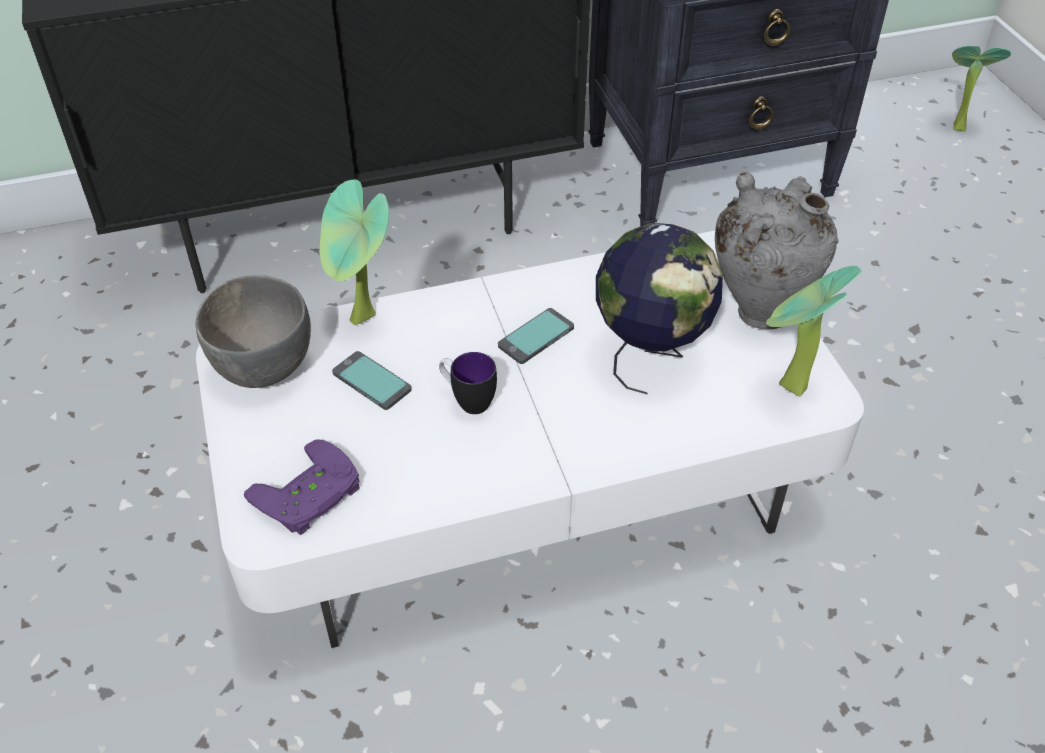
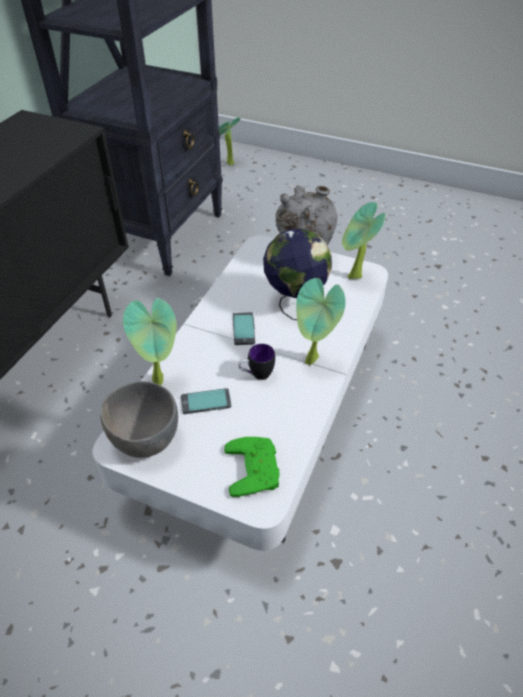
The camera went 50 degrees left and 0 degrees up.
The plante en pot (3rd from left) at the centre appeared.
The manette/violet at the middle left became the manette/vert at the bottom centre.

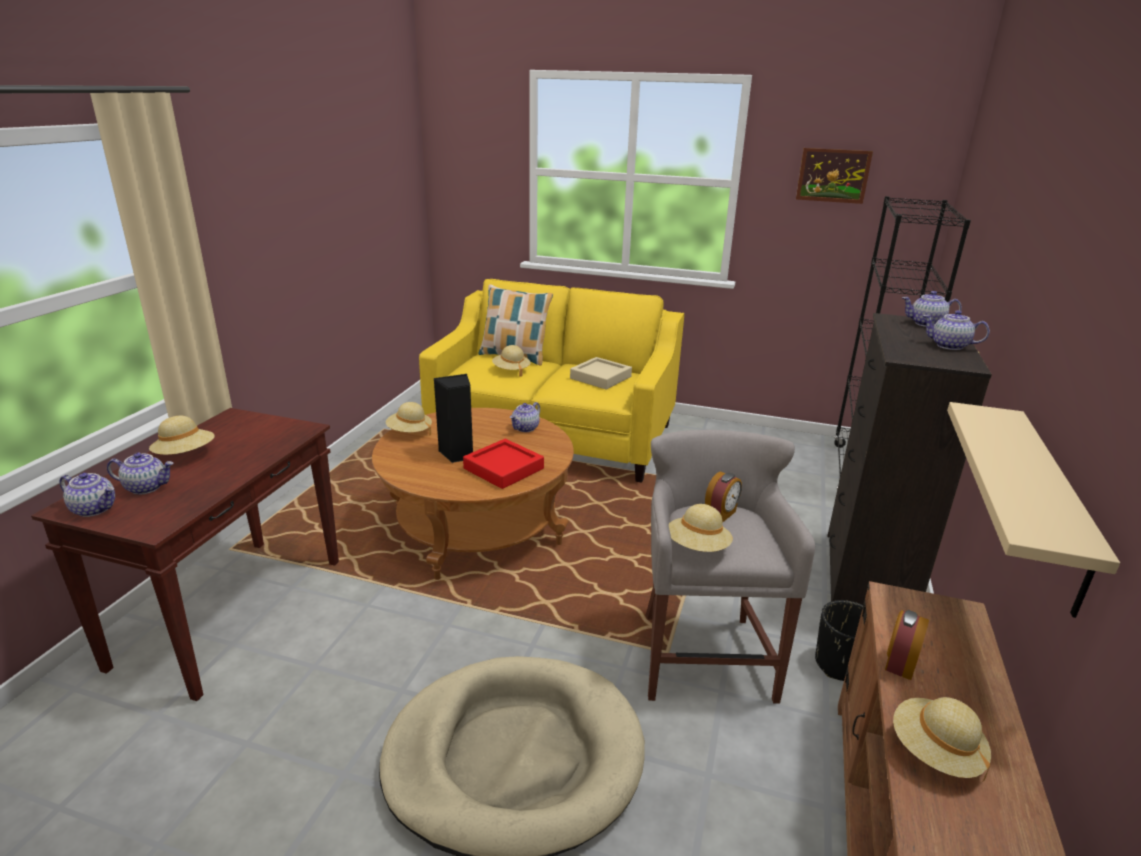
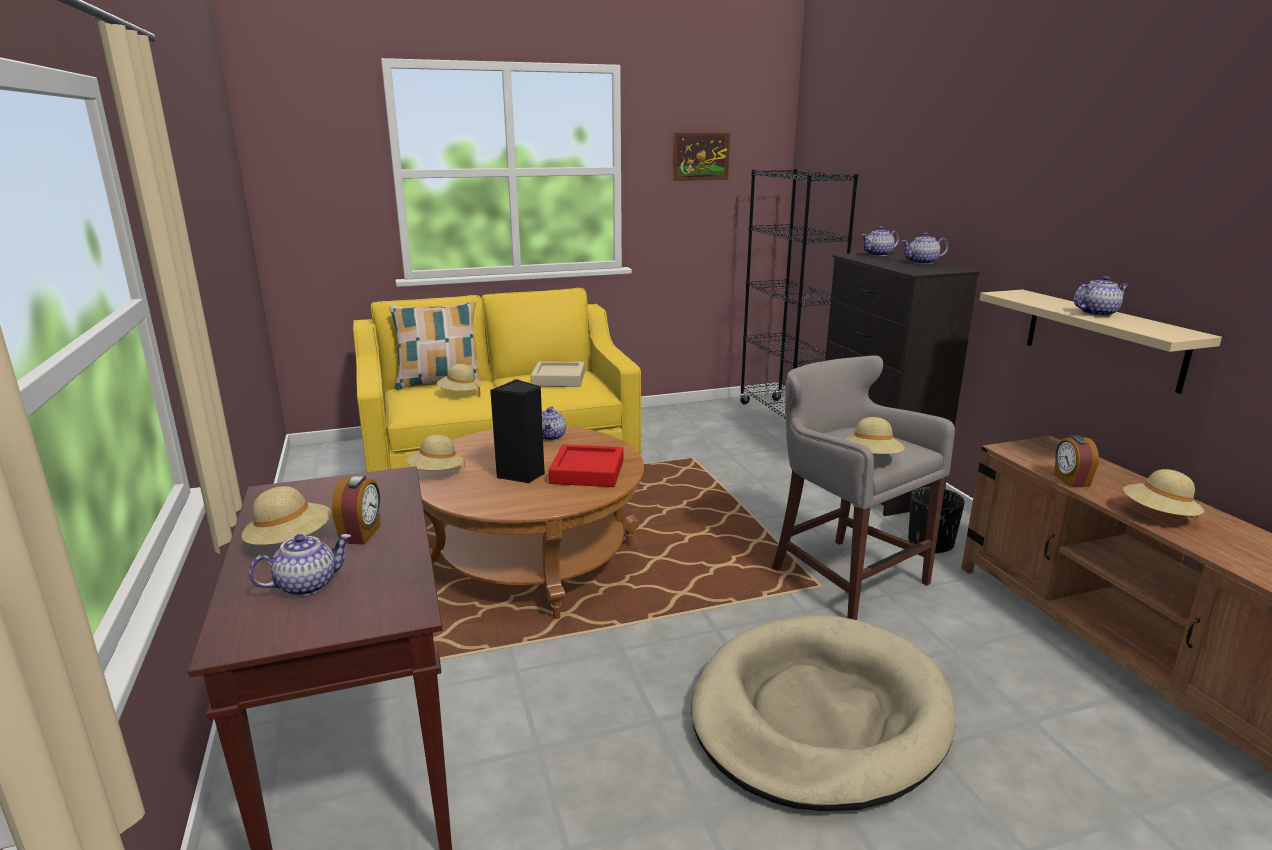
The camera went 35 degrees left and 5 degrees down.
The théière (1st from left in the first image) moved from the middle left to the middle right.
The réveil (1st from left) moved from the centre to the middle left.

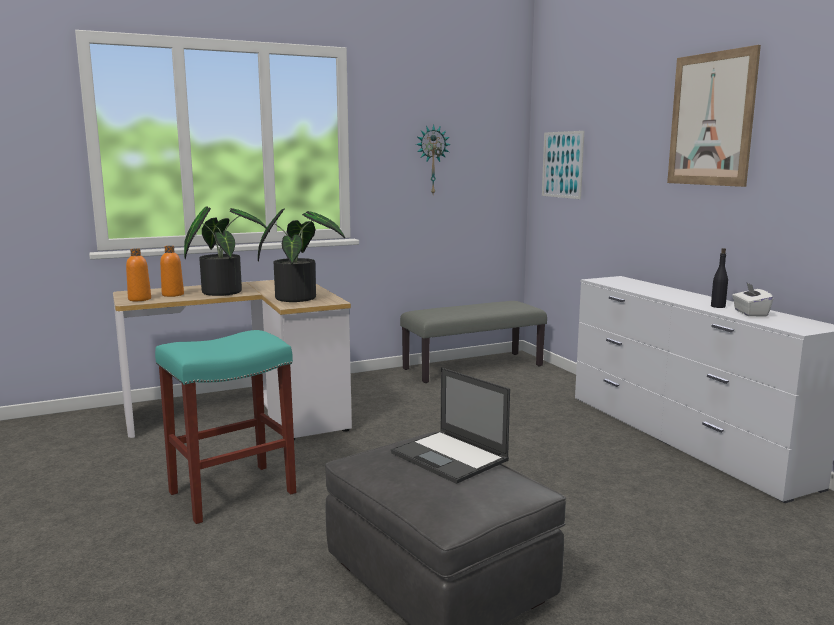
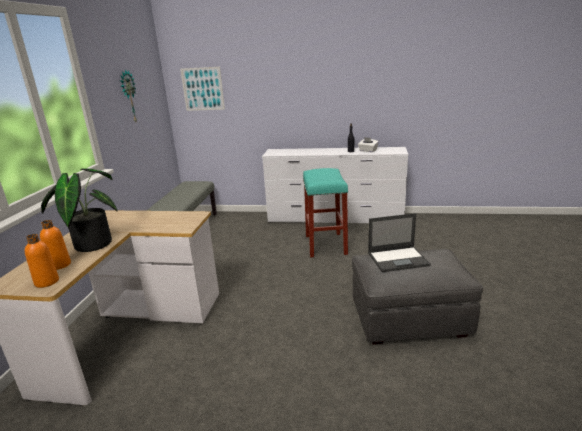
The camera went 55 degrees left and 10 degrees up.
The plante en pot (2nd from left) at the centre disappeared.
The tableau (2nd from left) at the top right disappeared.
The tabouret/turquoise moved from the bottom left to the centre.

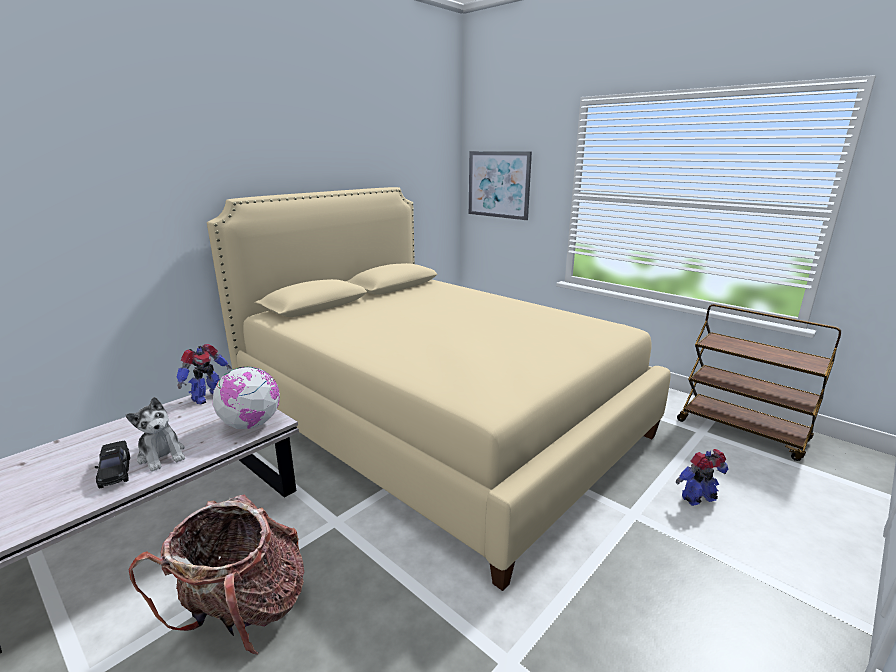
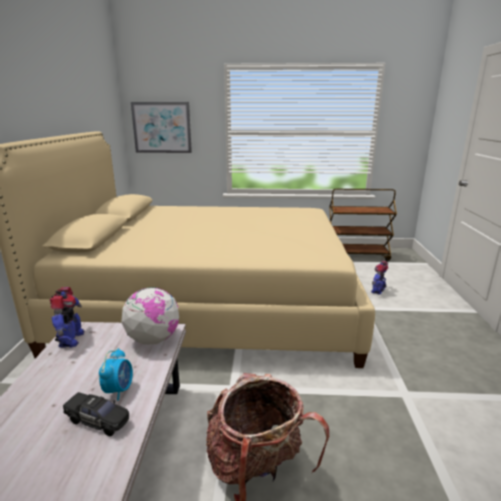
The camera went 40 degrees left and 0 degrees up.
The peluche at the middle left was replaced by the réveil at the bottom left.

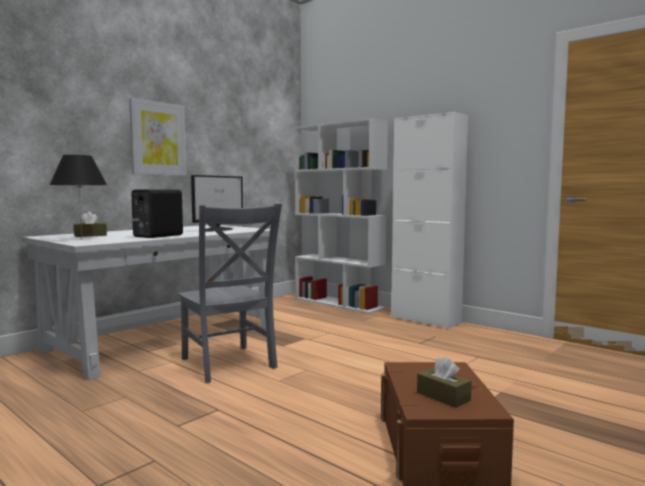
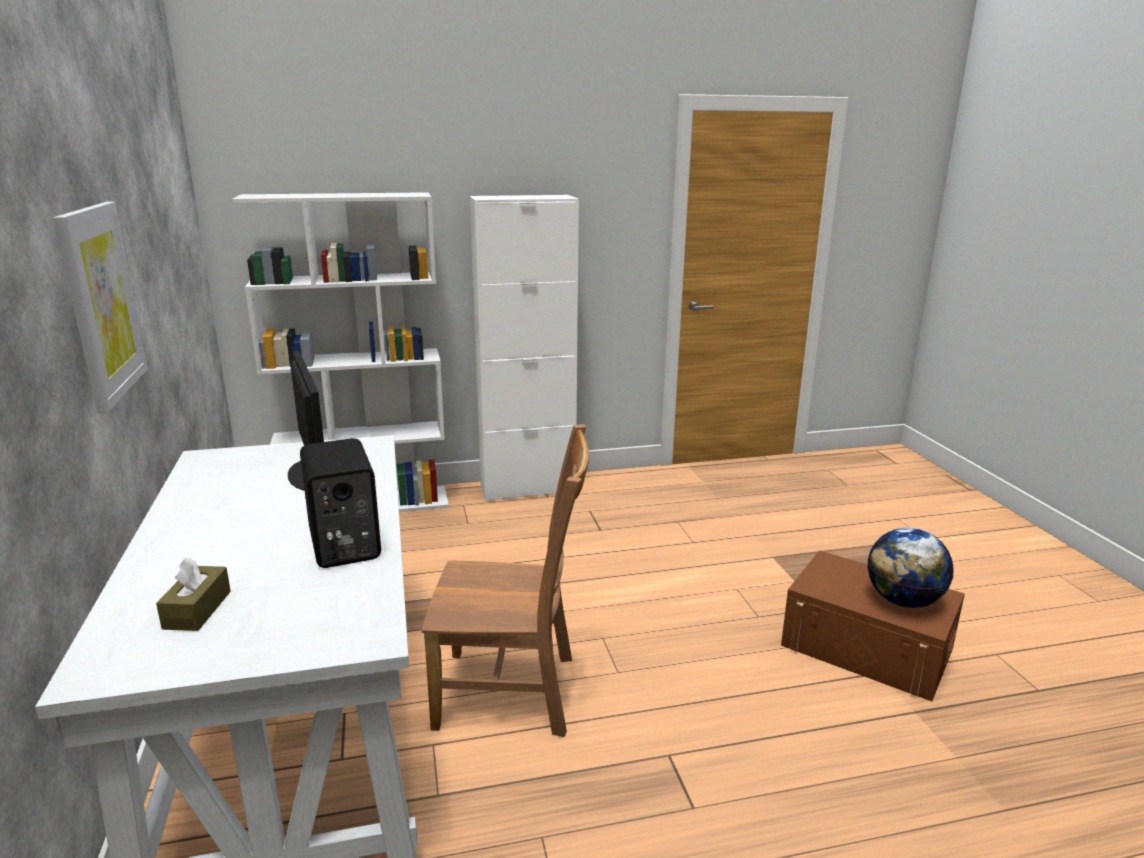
The camera went 55 degrees left and 15 degrees up.
The lampe de table/noir at the middle left disappeared.
The boîte à mouchoirs/marron (2nd from left) at the bottom right was replaced by the globe at the middle right.
The chaise/gris at the centre became the chaise/marron at the bottom centre.

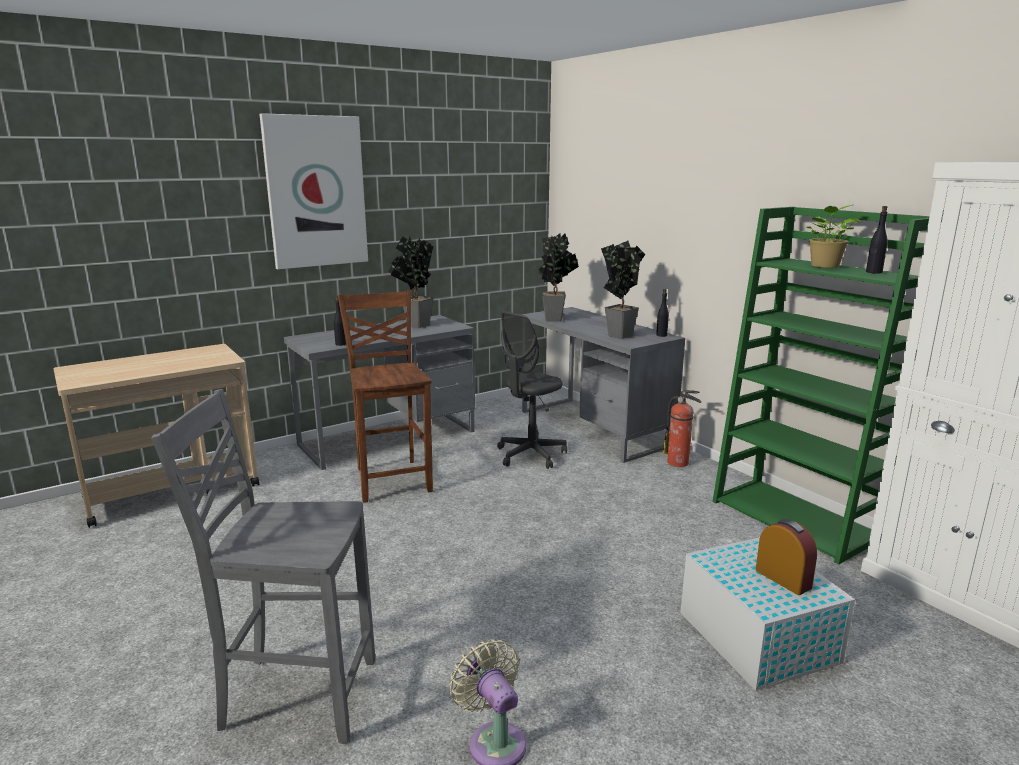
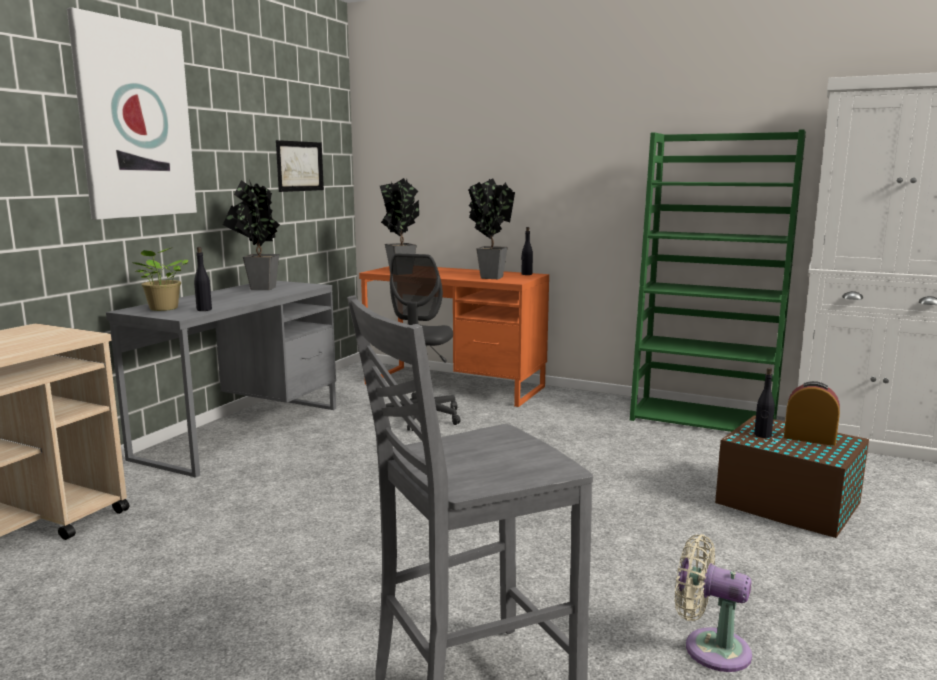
The camera went 30 degrees left and 5 degrees down.
The chaise/marron at the centre disappeared.
The extincteur at the middle right disappeared.
The tableau (2nd from left) at the top left appeared.
The plante en pot (4th from left in the first image) moved from the top right to the middle left.
The bouteille/noir (3rd from left) moved from the top right to the middle right.
The bureau/gris (2nd from left) at the centre became the bureau/orange at the centre.
The boîte de rangement/blanc at the bottom right became the boîte de rangement/marron at the bottom right.

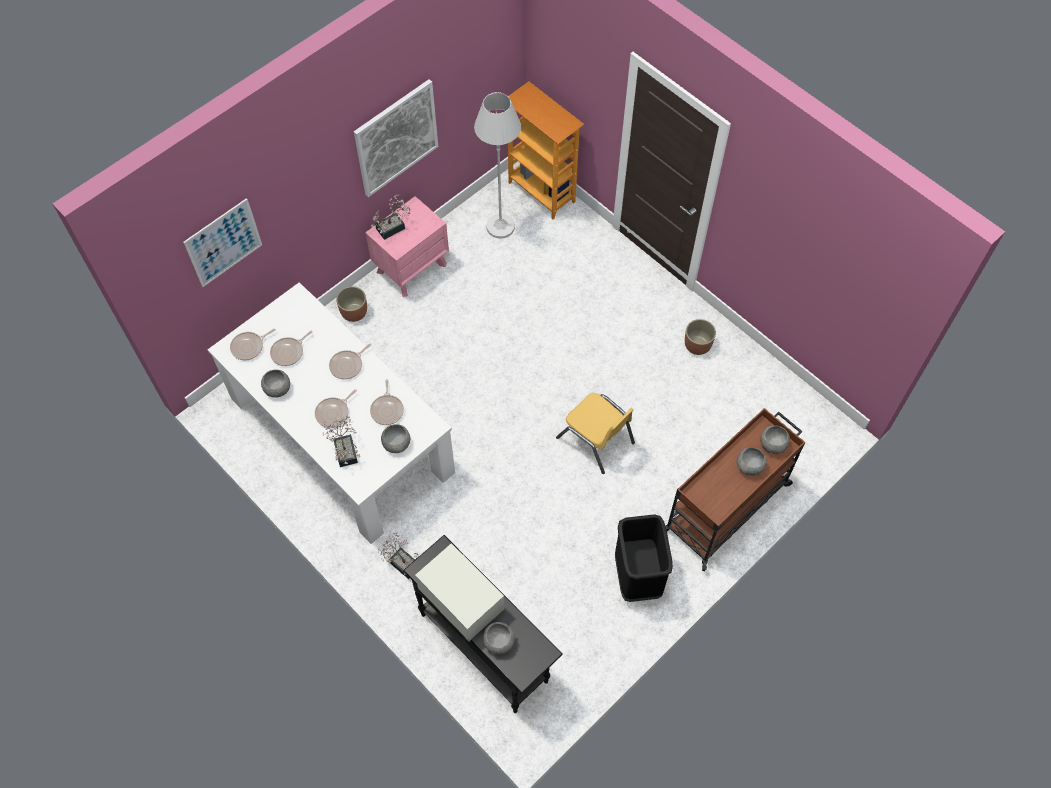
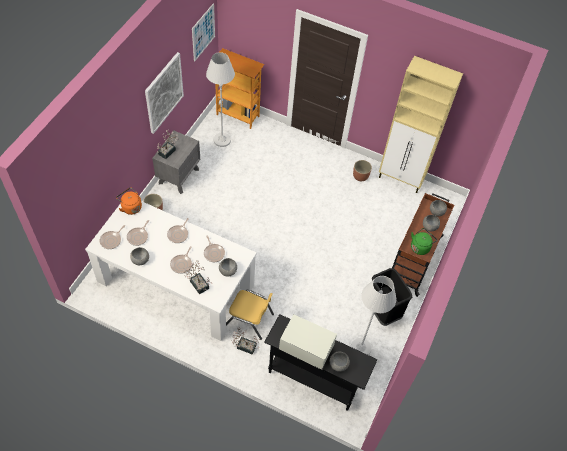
The camera went 25 degrees left and 5 degrees down.
The bouilloire/orange at the middle left appeared.
The lampadaire/blanc (2nd from left) at the bottom centre appeared.
The meuble de rangement/beige at the top right appeared.
The bouilloire/vert at the middle right appeared.
The tableau (1st from left in the first image) moved from the top left to the top centre.
The chaise/jaune moved from the centre to the bottom centre.
The table de chevet/rose at the top centre became the table de chevet/gris at the middle left.

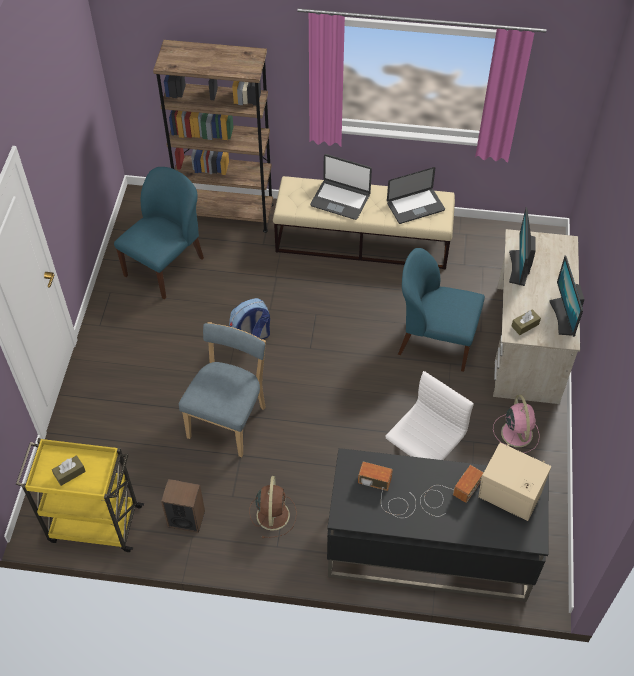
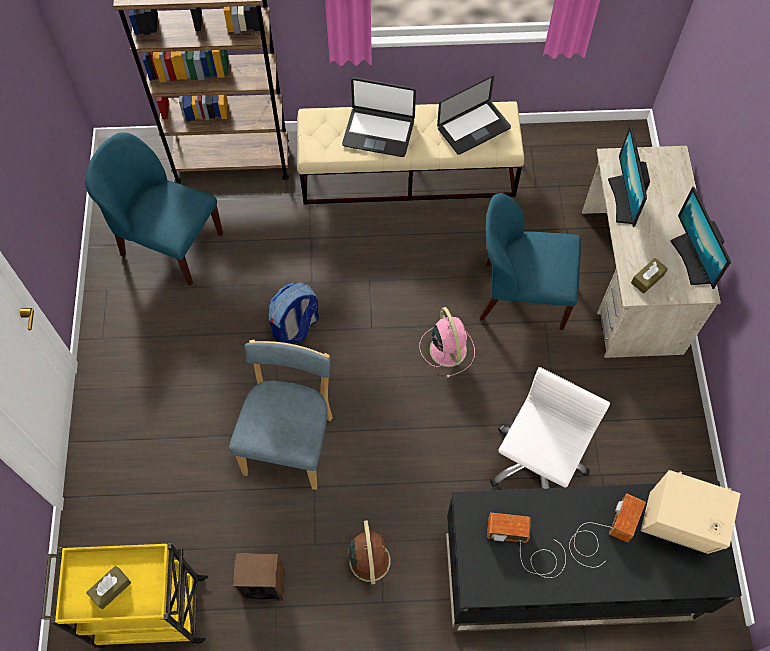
The camera went 10 degrees left and 10 degrees up.
The ventilateur/rose moved from the middle right to the centre.
The chaise/bleu (1st from left) at the middle left turned 90 degrees counterclockwise.

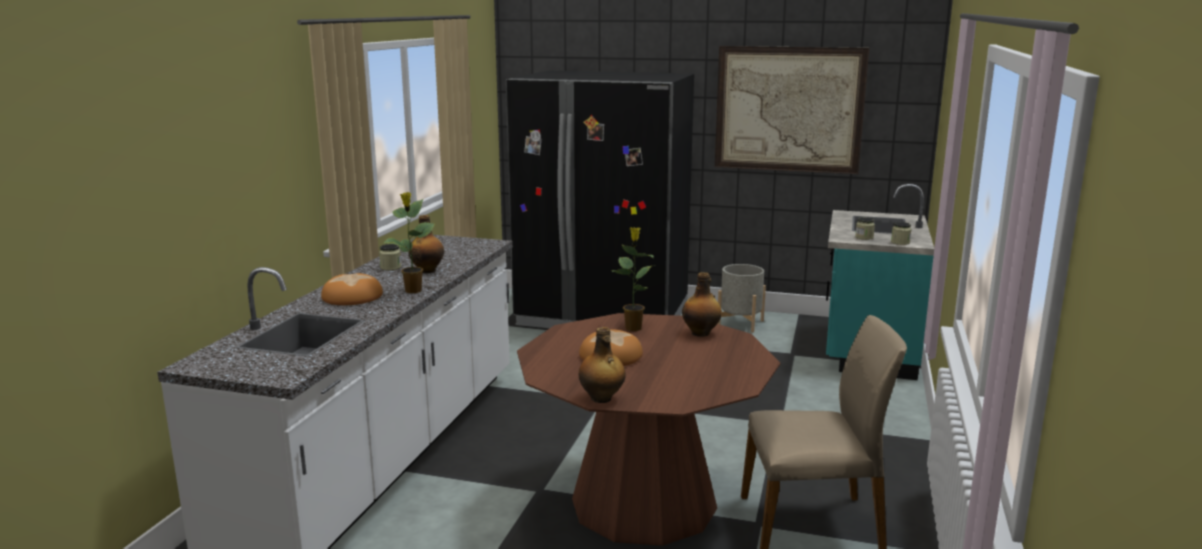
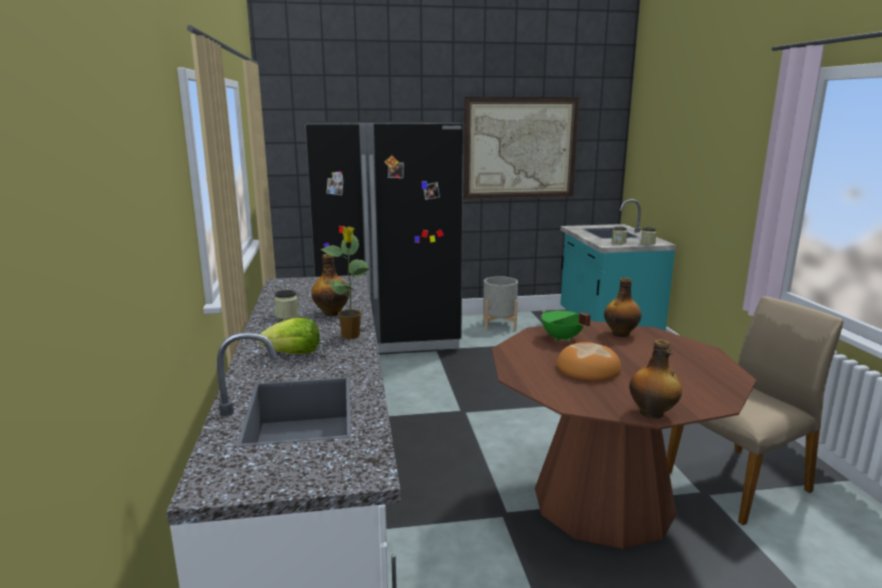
The camera went 25 degrees left and 0 degrees up.
The pain (1st from left) at the middle left was replaced by the laitue at the middle left.
The plante en pot (2nd from left) at the centre was replaced by the marmite/vert at the centre.

